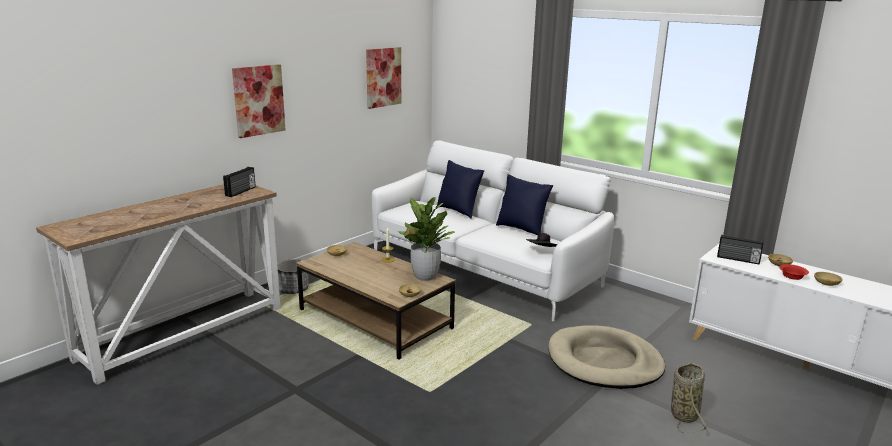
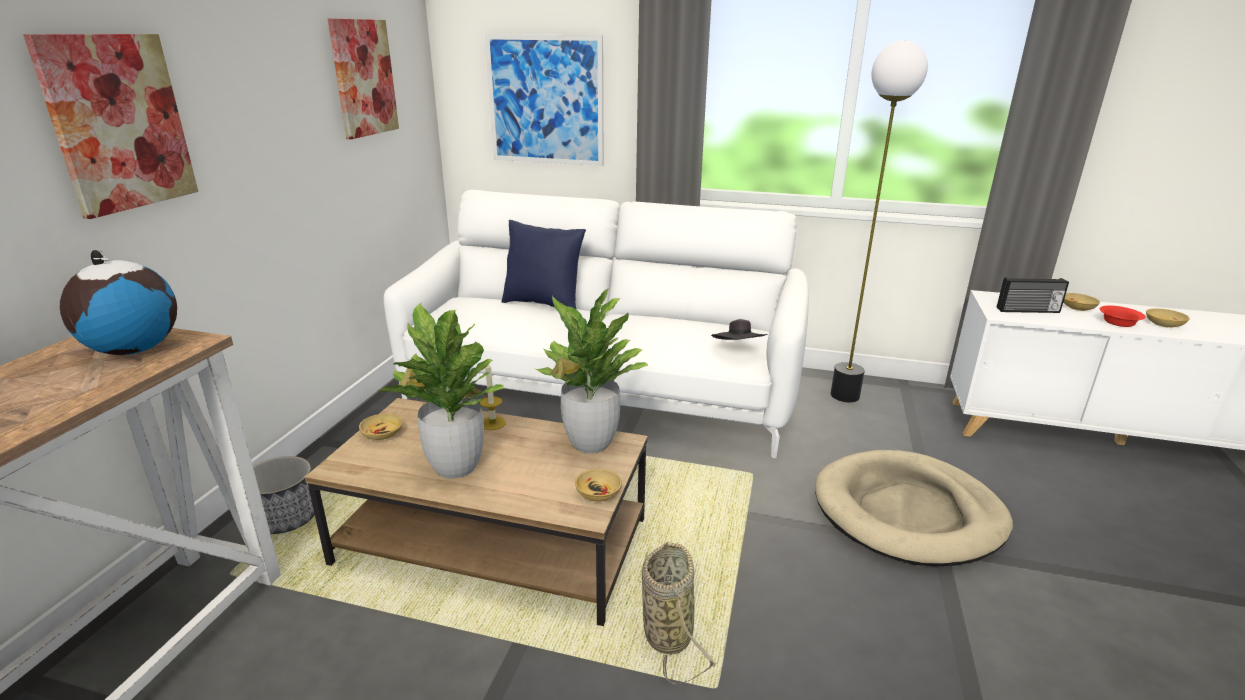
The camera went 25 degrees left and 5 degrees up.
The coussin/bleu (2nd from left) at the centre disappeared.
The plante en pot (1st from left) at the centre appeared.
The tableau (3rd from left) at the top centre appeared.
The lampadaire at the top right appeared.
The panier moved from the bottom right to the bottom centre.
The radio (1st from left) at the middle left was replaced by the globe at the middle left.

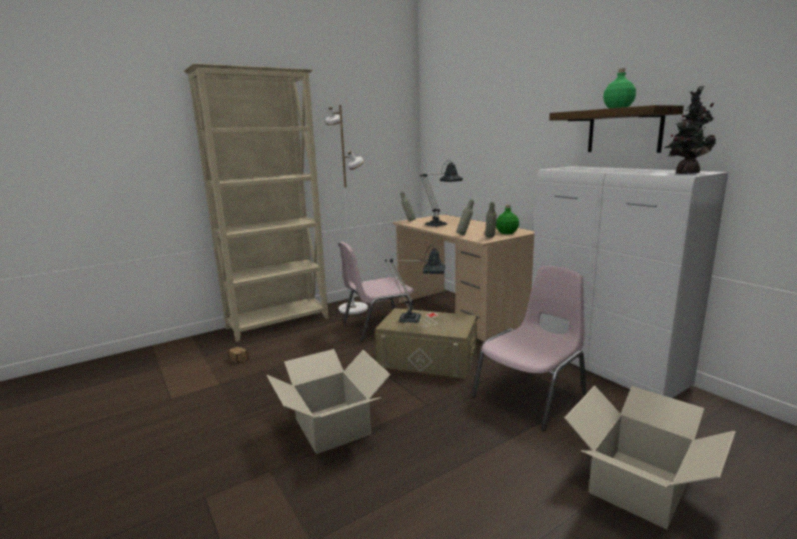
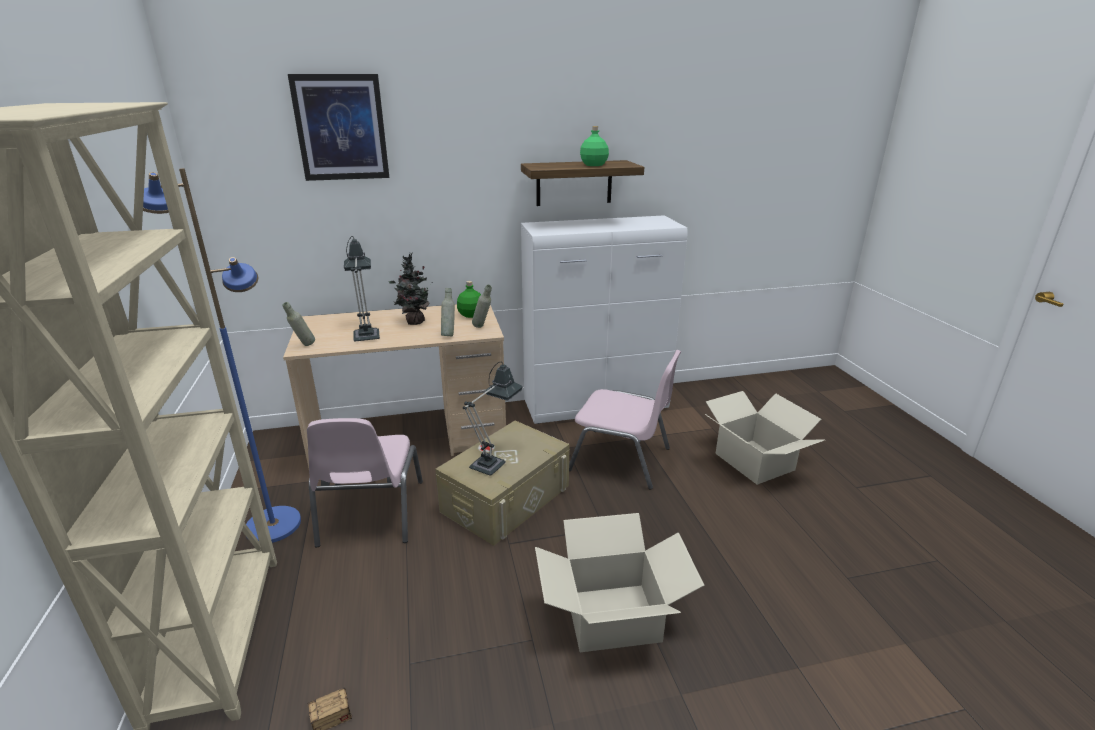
The camera went 70 degrees left and 10 degrees up.
The tableau at the top left appeared.
The plante en pot moved from the top right to the centre.
The lampadaire/blanc at the centre became the lampadaire/bleu at the middle left.
The chaise/rose (2nd from left) at the centre turned 135 degrees clockwise.

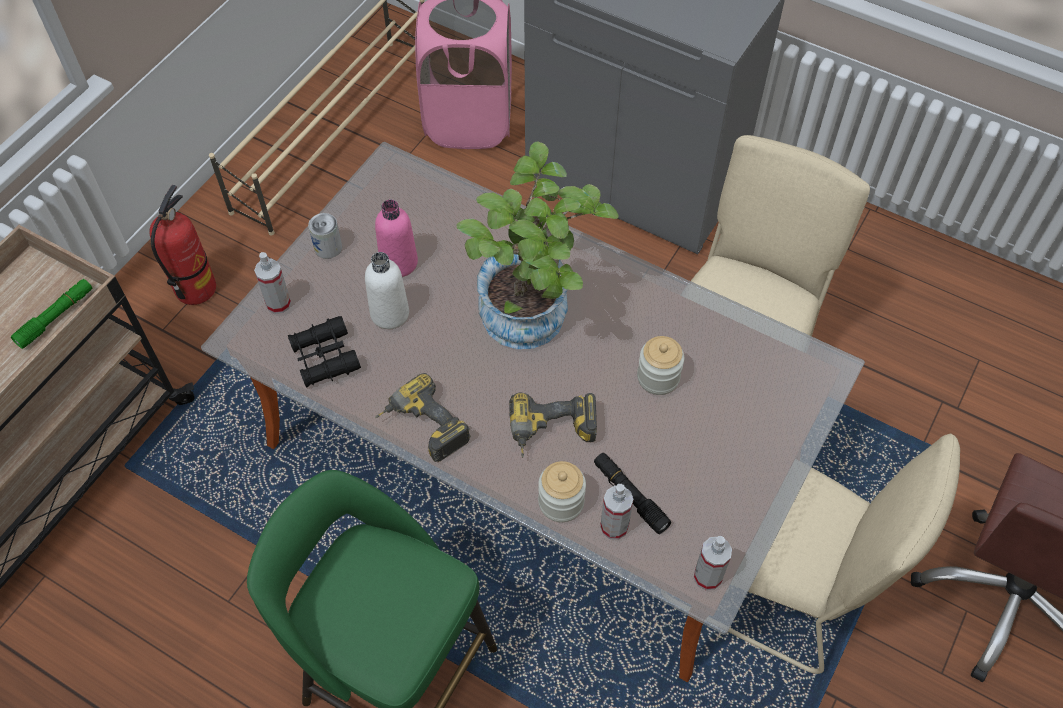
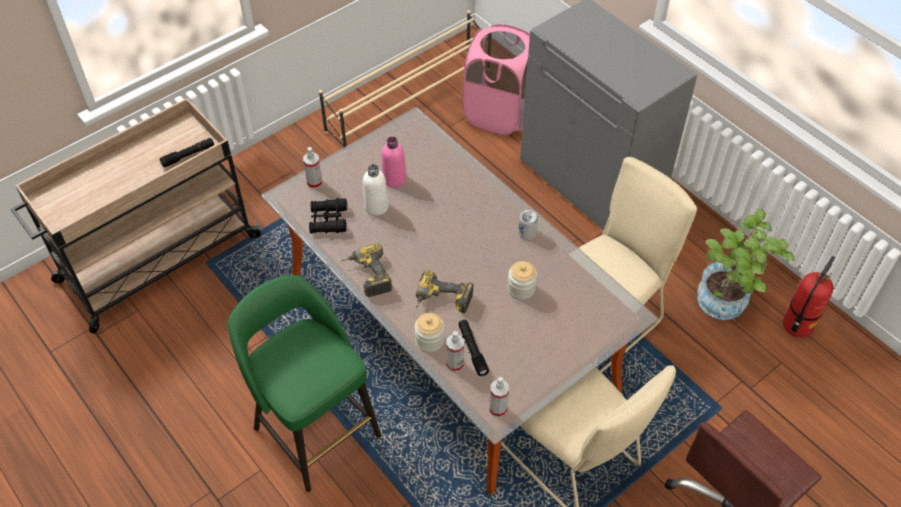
The camera went 20 degrees right and 5 degrees down.
The extincteur moved from the middle left to the middle right.
The boîte métallique moved from the middle left to the centre.
The plante en pot moved from the centre to the middle right.
The lampe de poche/vert at the middle left became the lampe de poche/noir (1st from left) at the top left.

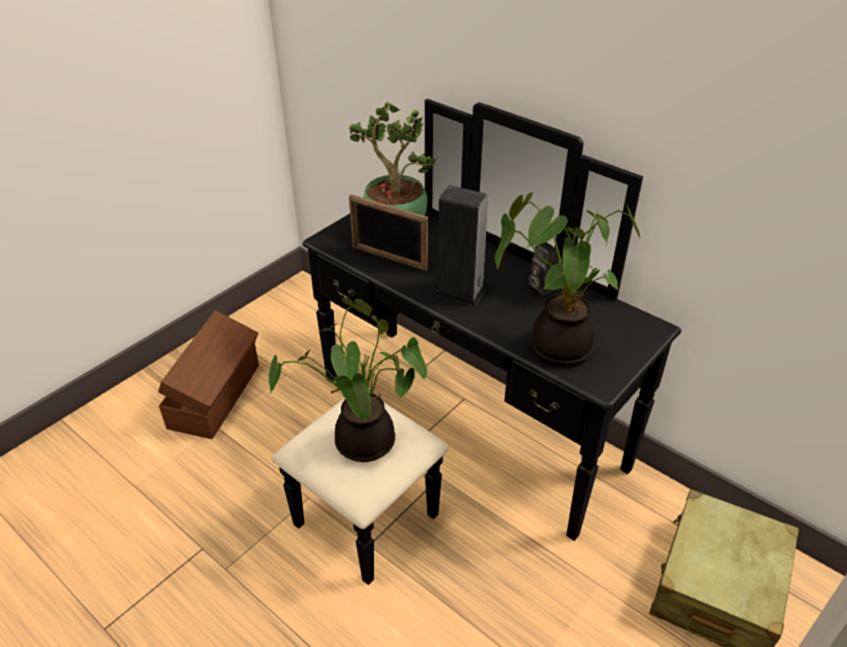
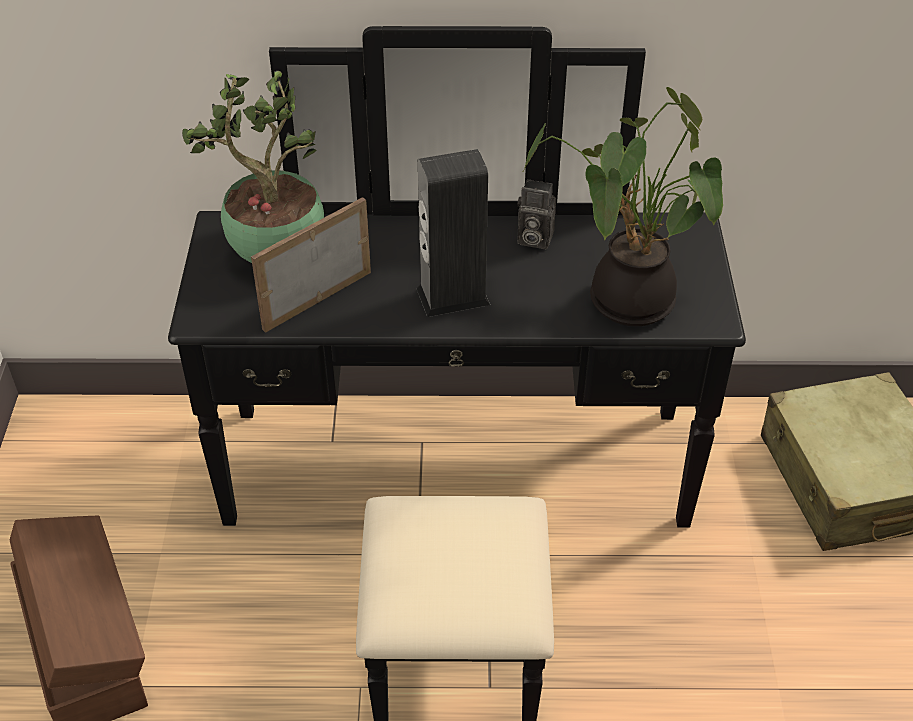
The camera went 40 degrees left and 5 degrees up.
The plante en pot (1st from left) at the centre disappeared.
The cadre photo at the centre turned 150 degrees clockwise.

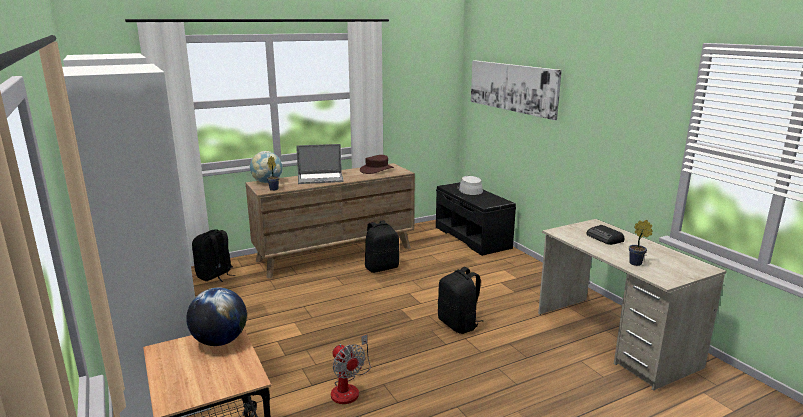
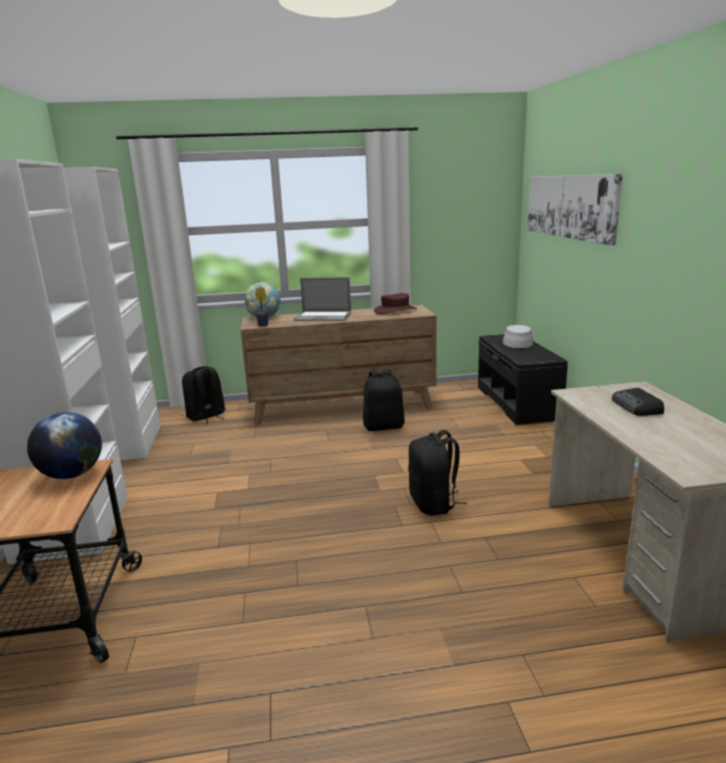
The camera went 20 degrees right and 0 degrees up.
The ventilateur at the bottom centre disappeared.
The plante en pot (2nd from left) at the middle right disappeared.

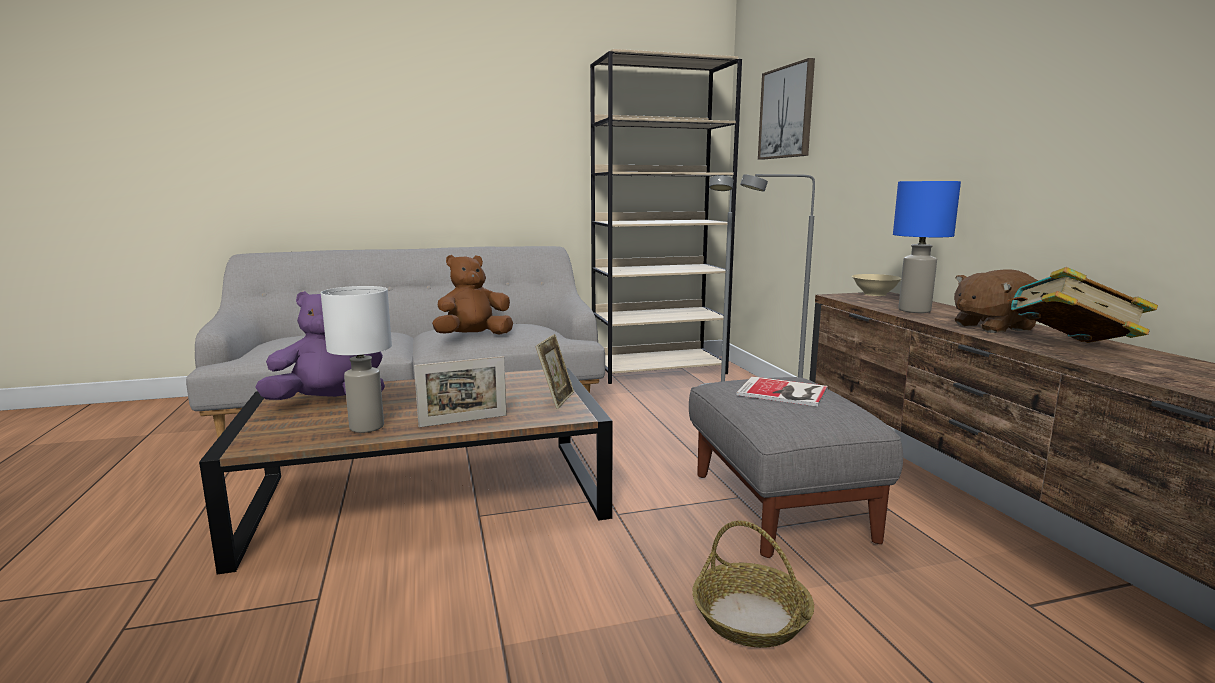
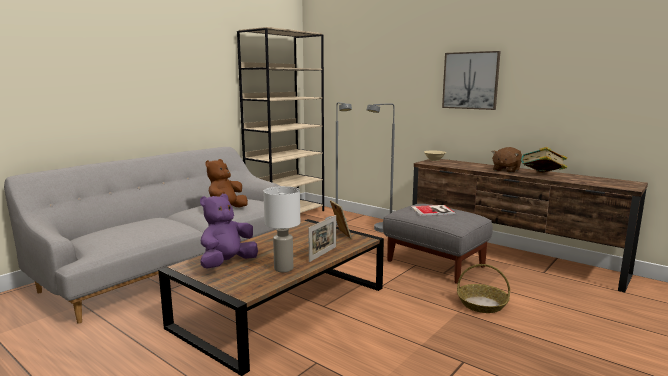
The camera went 35 degrees left and 0 degrees up.
The lampe de table/bleu at the middle right disappeared.
The tableau moved from the top centre to the top right.

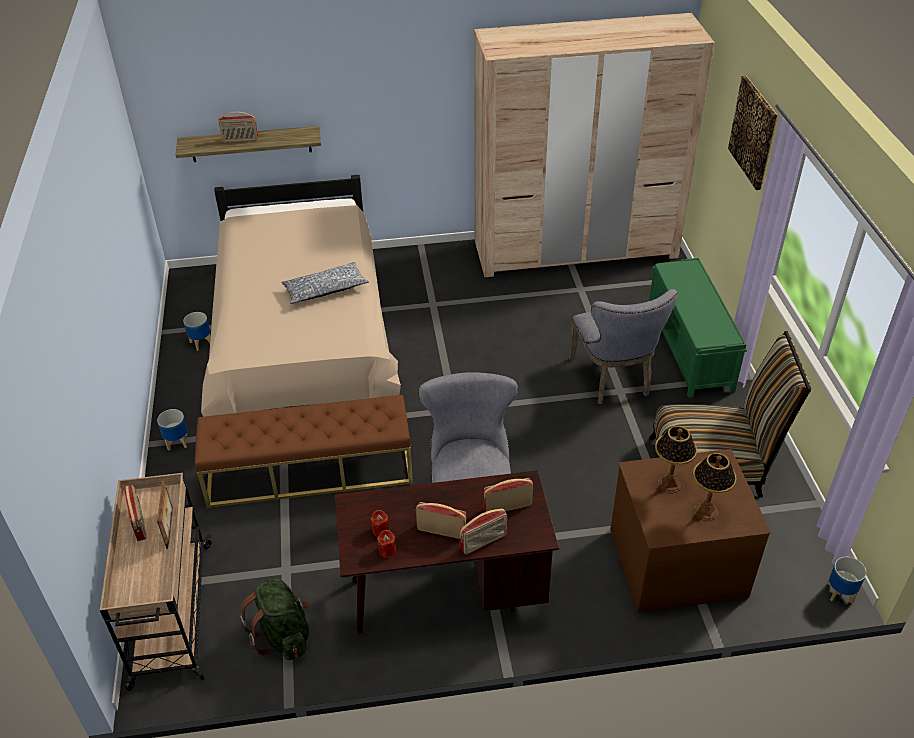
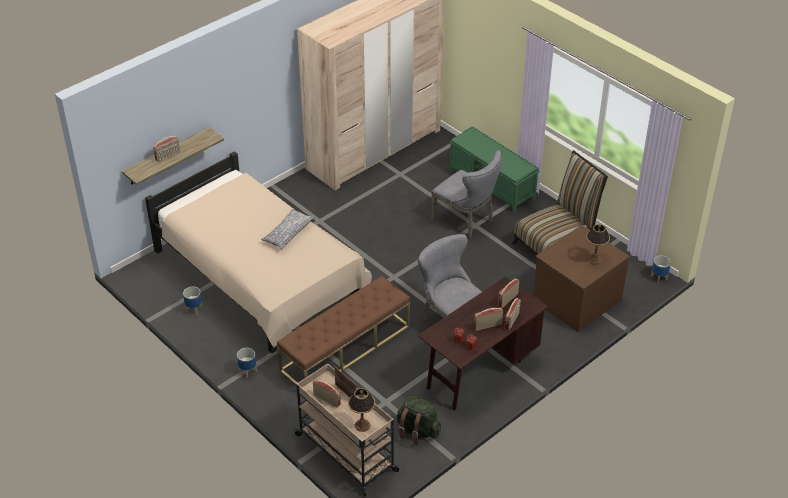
The camera went 35 degrees left and 0 degrees up.
The tableau at the top right disappeared.
The lampe de table (1st from left) moved from the middle right to the bottom centre.

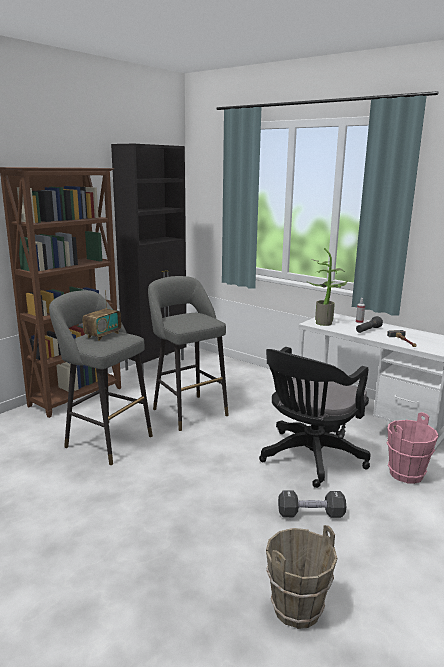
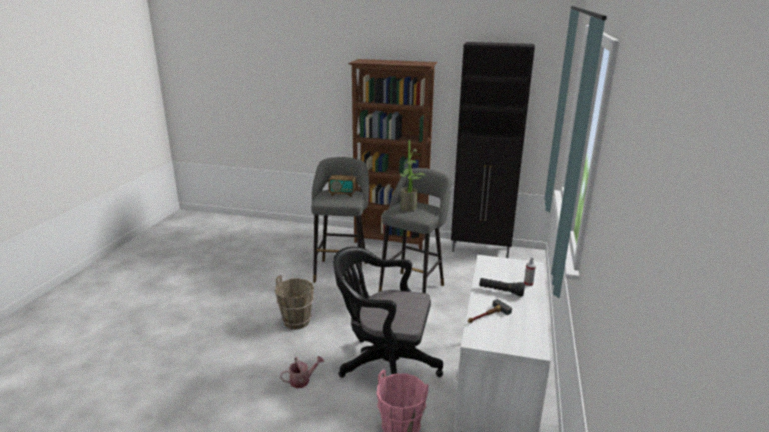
The camera went 65 degrees right and 5 degrees up.
The seau/marron moved from the bottom right to the bottom centre.
The plante en pot moved from the middle right to the centre.
The haltère/noir at the bottom right was replaced by the arrosoir at the bottom centre.

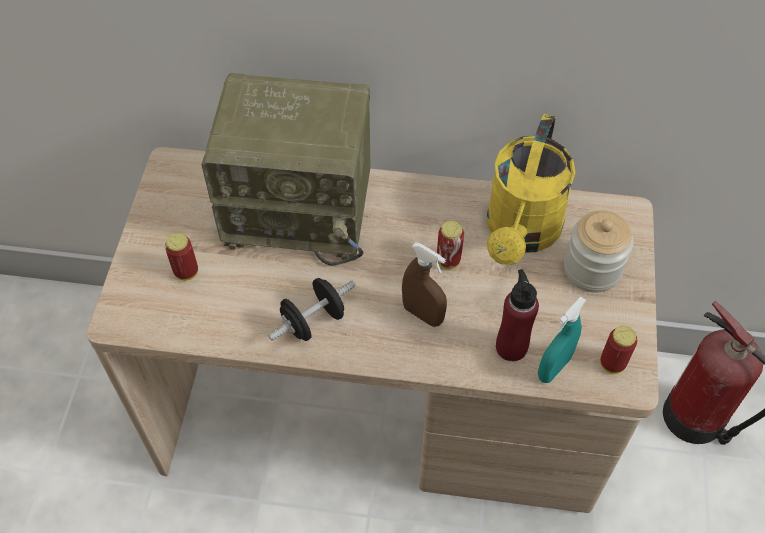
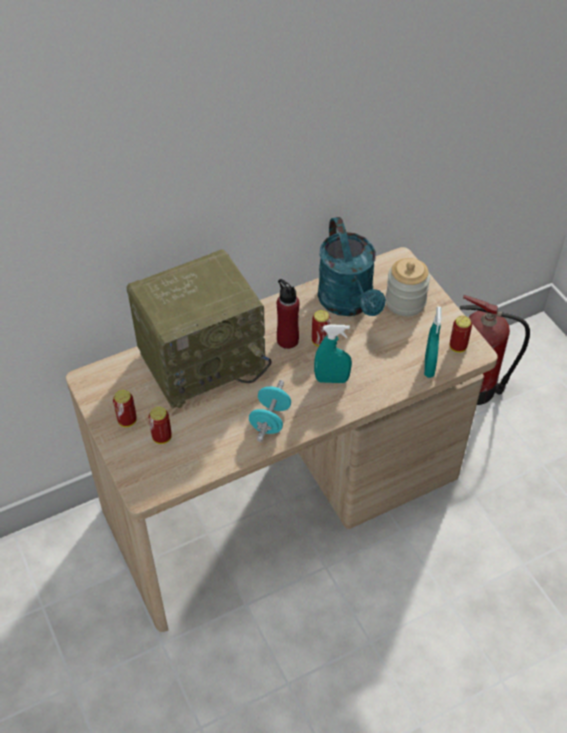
The camera went 35 degrees left and 5 degrees down.
The boîte métallique (1st from left) at the middle left appeared.
The bouteille/rouge moved from the middle right to the centre.
The haltère/noir at the centre became the haltère/turquoise at the centre.
The vaporisateur/marron at the centre became the vaporisateur/turquoise (1st from left) at the centre.
The arrosoir/jaune at the middle right became the arrosoir/turquoise at the centre.

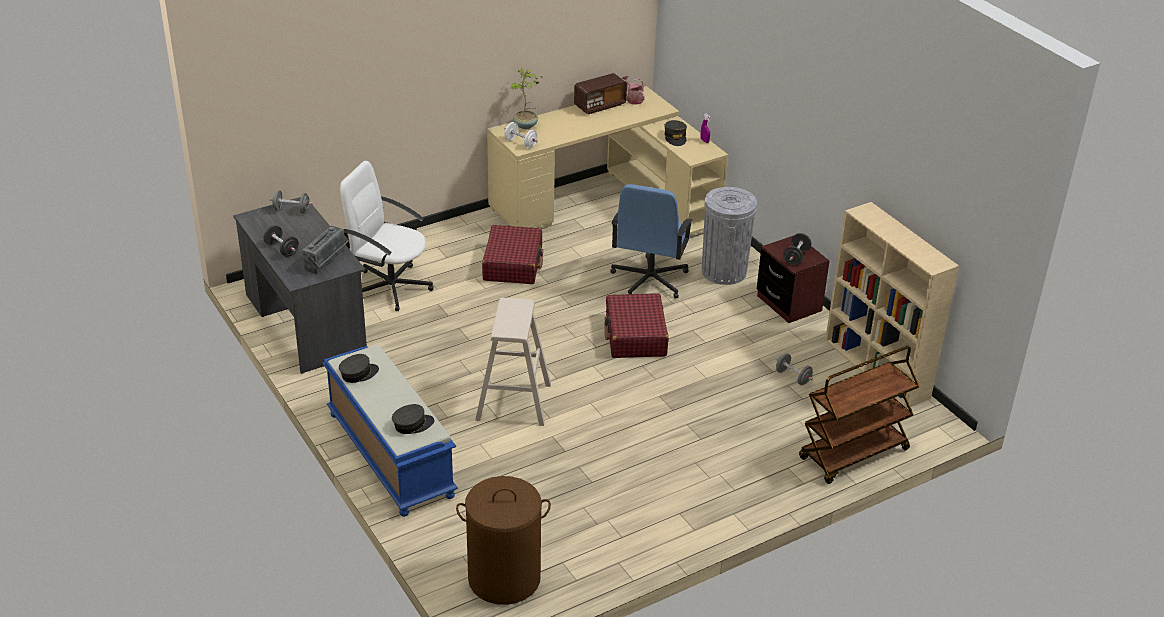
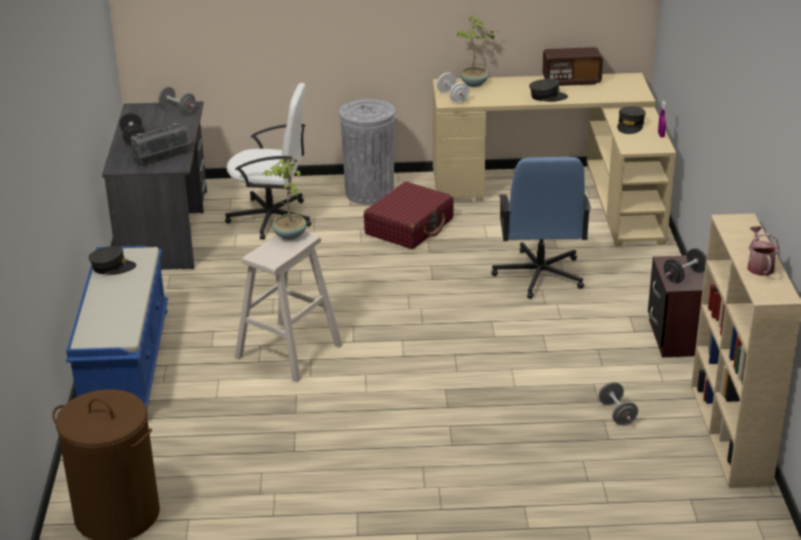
The camera went 30 degrees right and 5 degrees down.
The valise/rouge (2nd from left) at the centre disappeared.
The chariot/marron at the bottom right disappeared.
The plante en pot (1st from left) at the centre appeared.
The casquette/gris (2nd from left) moved from the bottom centre to the top right.
The arrosoir moved from the top centre to the middle right.
The poubelle/gris moved from the centre to the top centre.
The chaise de bureau/blanc at the middle left turned 135 degrees clockwise.
The chaise de bureau/bleu at the centre turned 45 degrees counterclockwise.

